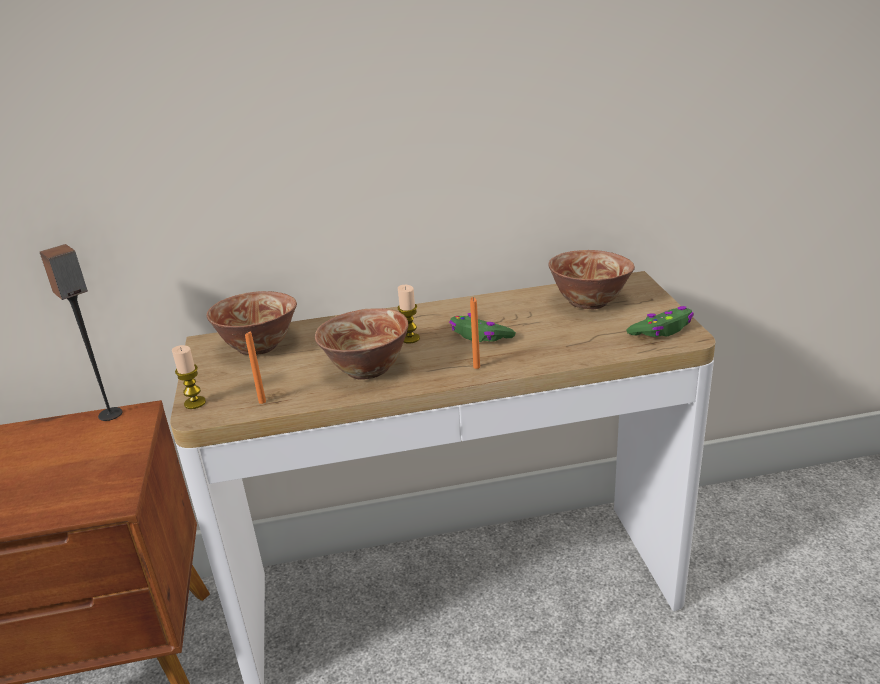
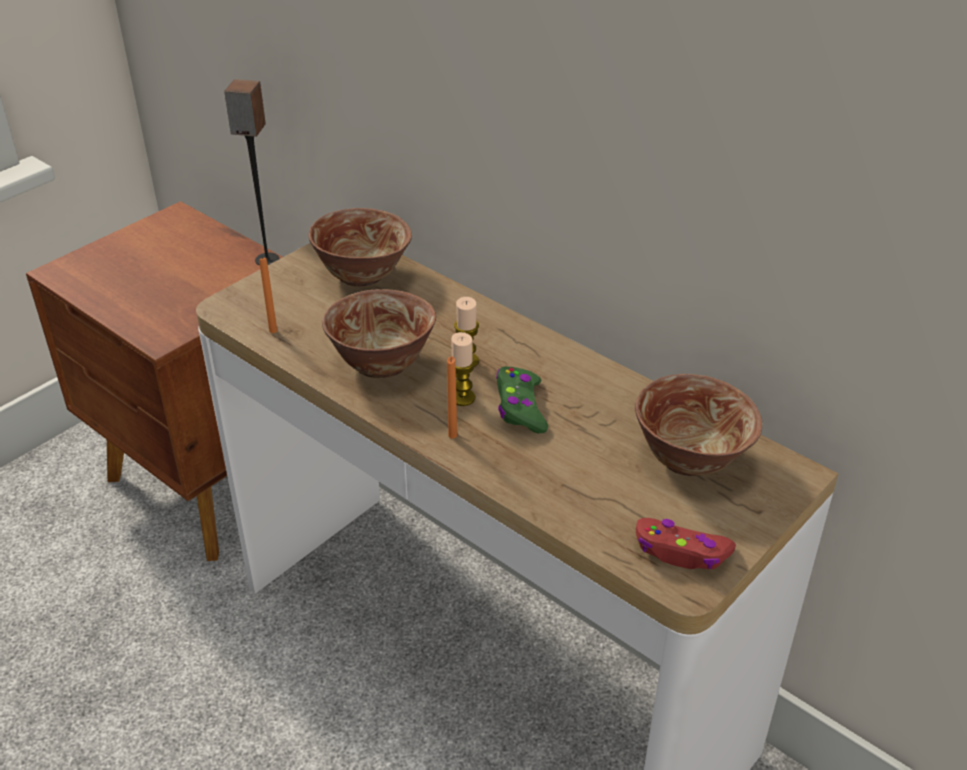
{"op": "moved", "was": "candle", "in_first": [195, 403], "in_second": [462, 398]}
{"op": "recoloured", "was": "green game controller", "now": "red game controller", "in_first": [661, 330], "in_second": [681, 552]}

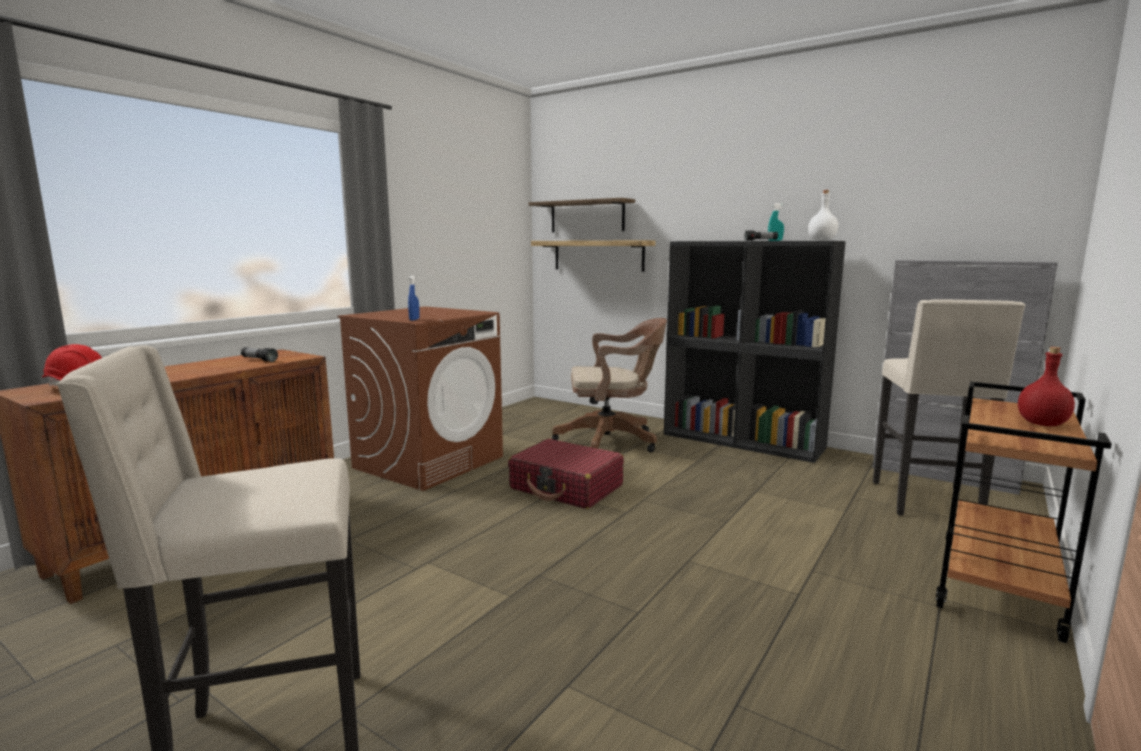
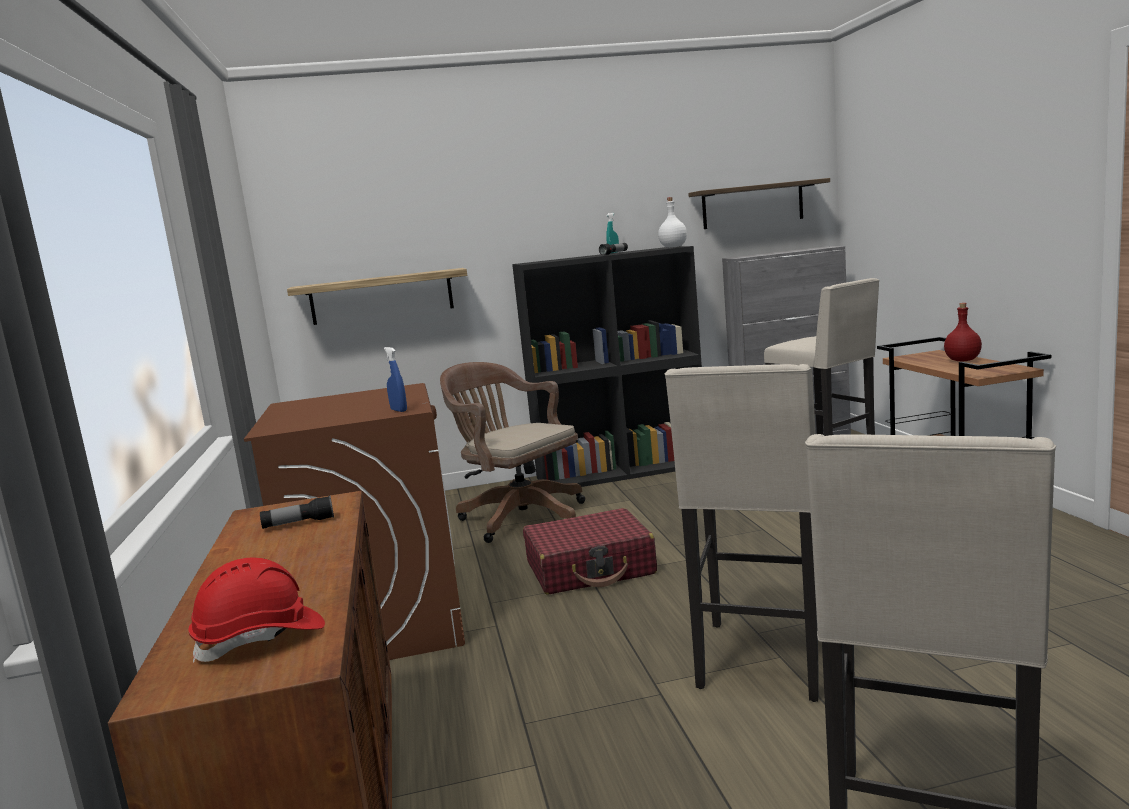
{"op": "added", "now": "beige stool", "in_second": [764, 662]}
{"op": "moved", "was": "shelf", "in_first": [587, 216], "in_second": [752, 205]}
{"op": "turned", "was": "brown office chair", "in_first": [612, 441], "in_second": [518, 517], "clockwise": -90}

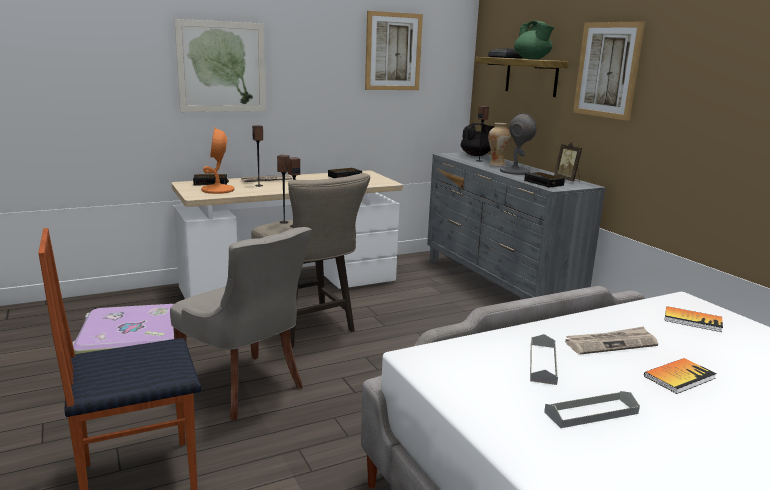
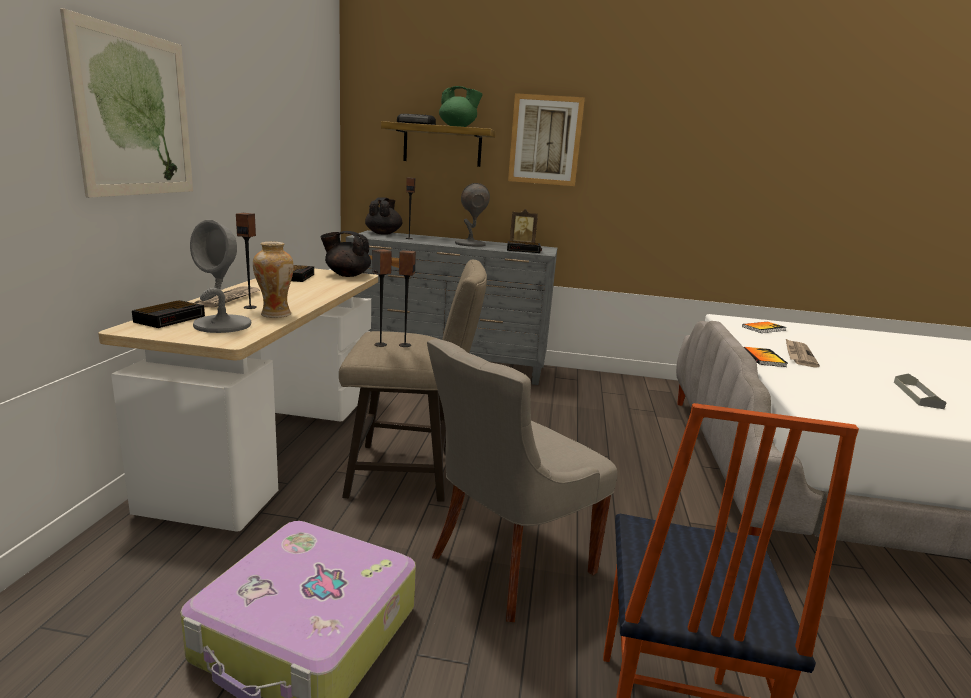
{"op": "removed", "was": "picture", "in_first": [393, 51]}
{"op": "removed", "was": "grey tray", "in_first": [543, 363]}
{"op": "added", "now": "black teapot", "in_second": [347, 275]}
{"op": "moved", "was": "vase", "in_first": [496, 165], "in_second": [275, 314]}
{"op": "moved", "was": "book", "in_first": [679, 377], "in_second": [763, 358]}
{"op": "recoloured", "was": "orange table lamp", "now": "grey table lamp", "in_first": [218, 190], "in_second": [223, 325]}
{"op": "turned", "was": "grey chair", "in_first": [245, 388], "in_second": [508, 564], "clockwise": 150}

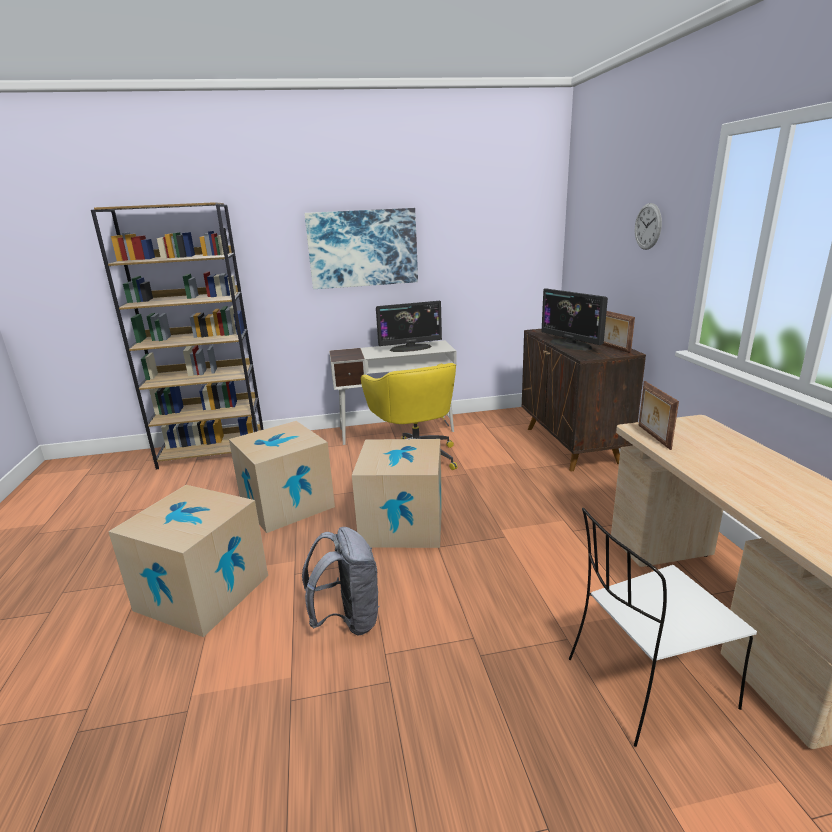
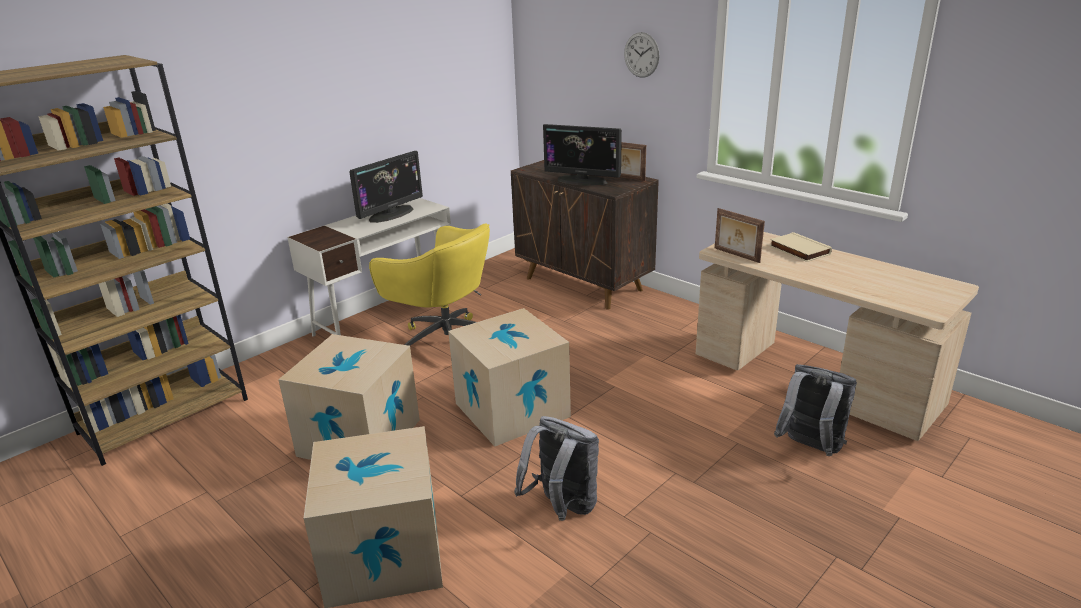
{"op": "removed", "was": "picture", "in_first": [363, 248]}
{"op": "added", "now": "beige book", "in_second": [798, 250]}
{"op": "replaced", "was": "white chair", "now": "grey backpack", "in_first": [646, 684], "in_second": [810, 448]}

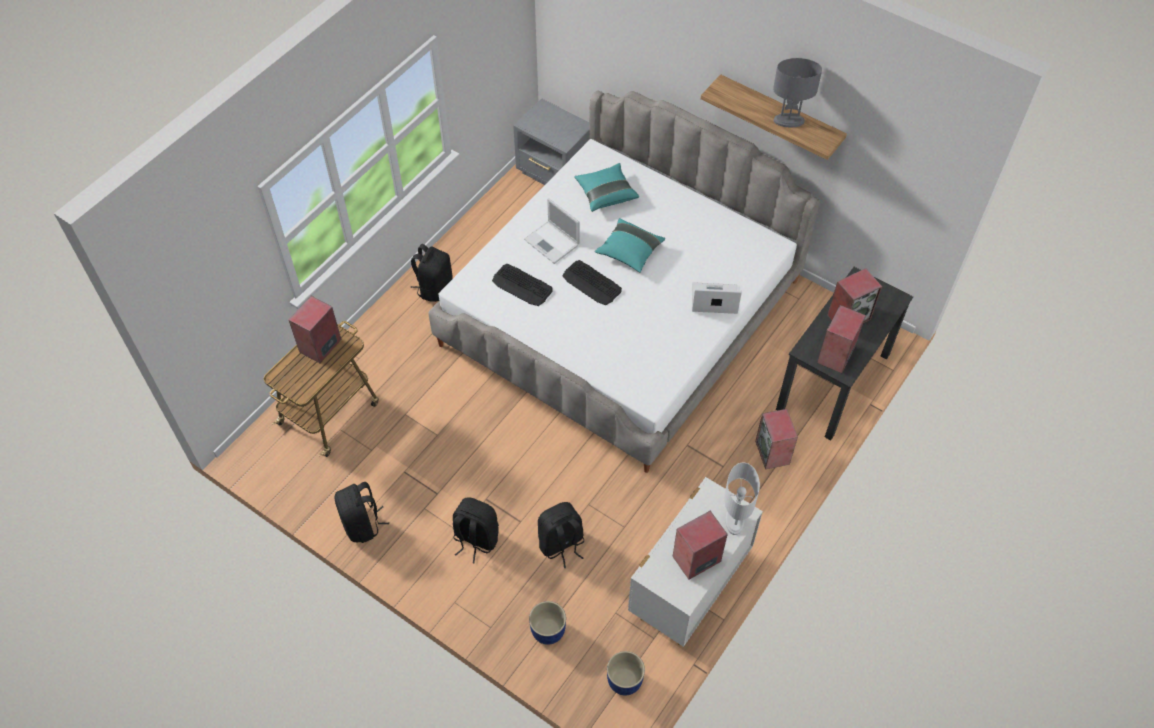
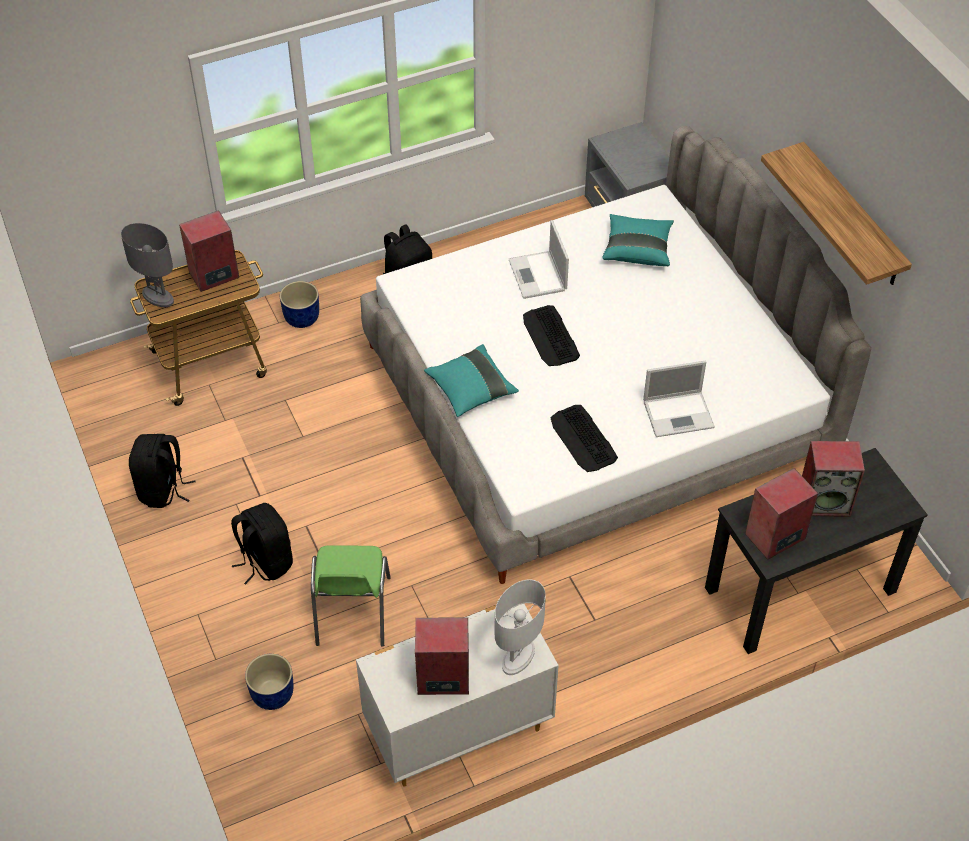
{"op": "removed", "was": "speaker", "in_first": [773, 453]}
{"op": "moved", "was": "keyboard", "in_first": [522, 285], "in_second": [583, 439]}
{"op": "moved", "was": "turquoise pillow", "in_first": [629, 252], "in_second": [471, 390]}
{"op": "moved", "was": "blue planter", "in_first": [624, 680], "in_second": [302, 317]}
{"op": "moved", "was": "grey table lamp", "in_first": [788, 121], "in_second": [157, 297]}
{"op": "replaced", "was": "black backpack", "now": "green chair", "in_first": [561, 544], "in_second": [351, 612]}
{"op": "turned", "was": "laptop", "in_first": [713, 299], "in_second": [679, 414], "clockwise": 135}

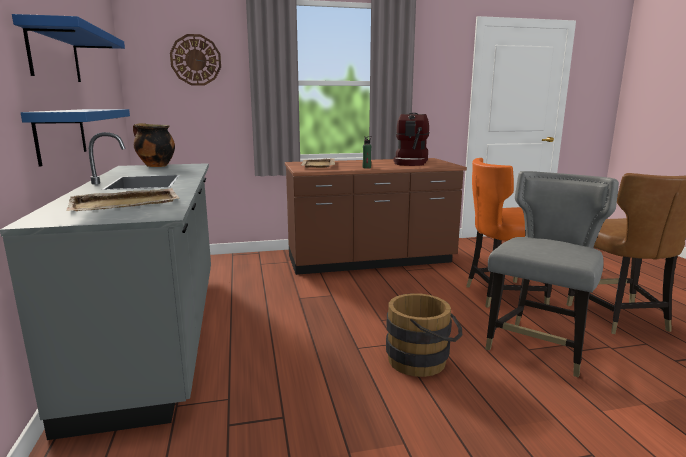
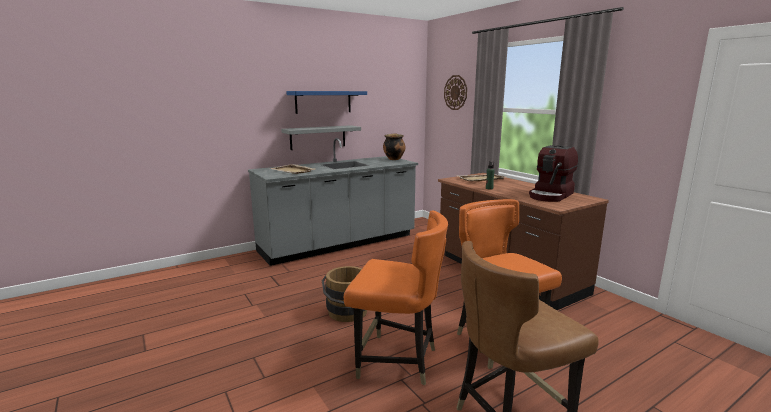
{"op": "recoloured", "was": "blue shelf", "now": "grey shelf", "in_first": [61, 134], "in_second": [318, 137]}
{"op": "recoloured", "was": "grey chair", "now": "orange chair", "in_first": [539, 347], "in_second": [397, 361]}
{"op": "turned", "was": "coffee machine", "in_first": [411, 162], "in_second": [551, 195], "clockwise": -45}

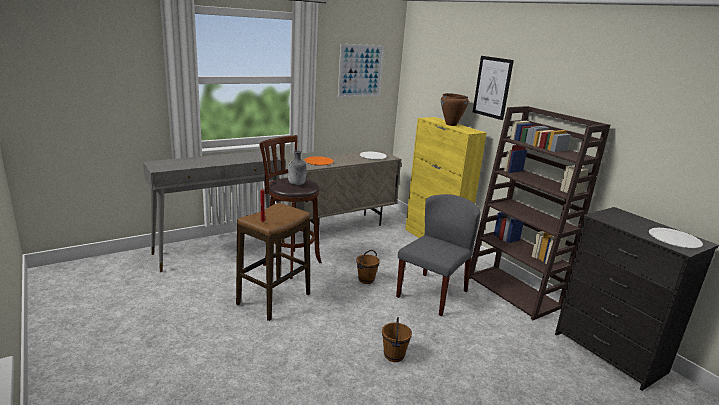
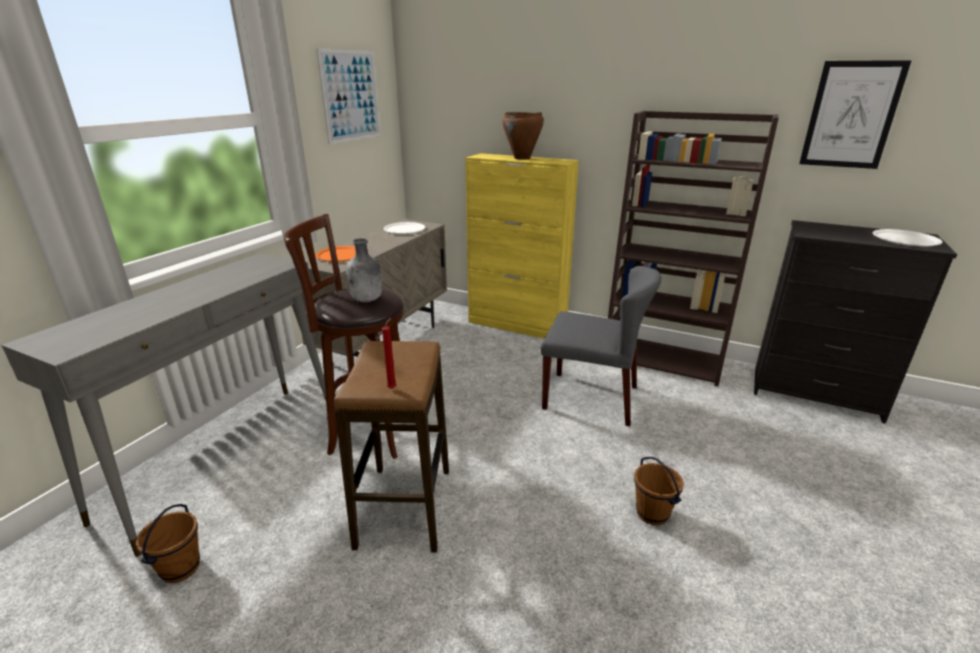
{"op": "moved", "was": "brown bucket", "in_first": [366, 280], "in_second": [181, 568]}
{"op": "moved", "was": "picture", "in_first": [492, 87], "in_second": [851, 115]}
{"op": "turned", "was": "grey chair", "in_first": [432, 293], "in_second": [591, 397], "clockwise": 105}

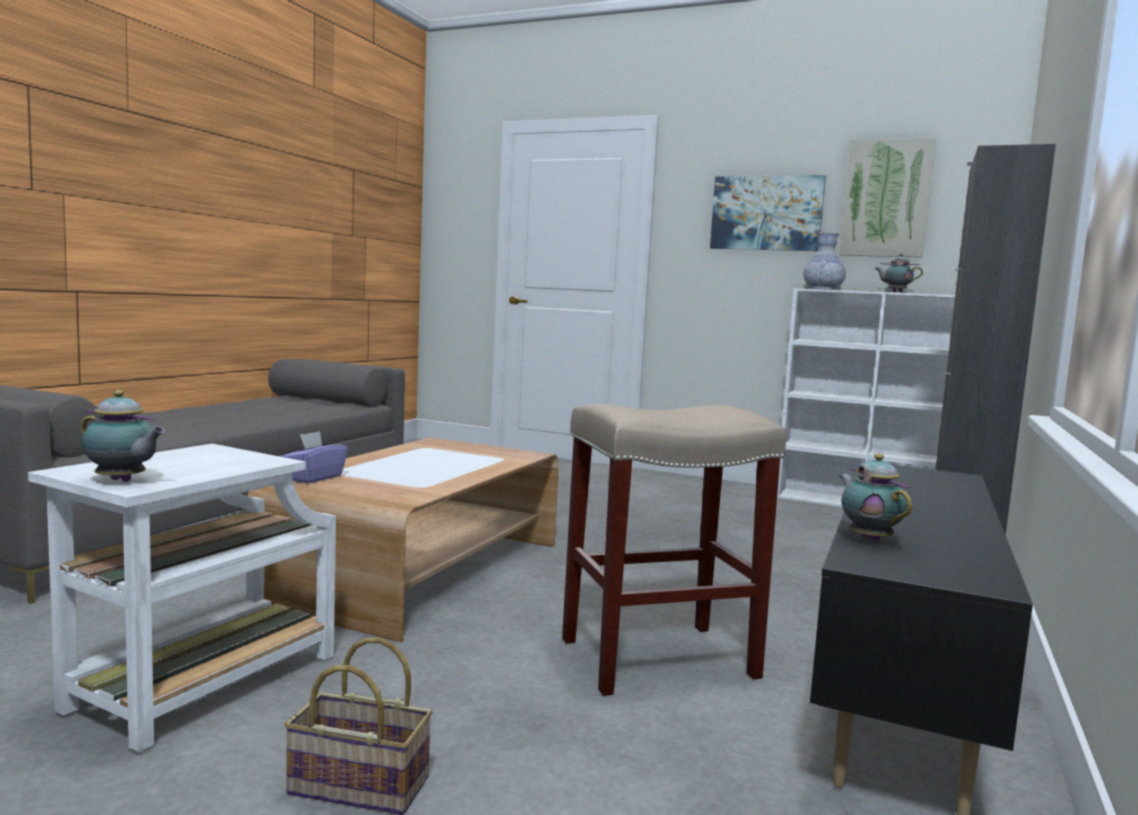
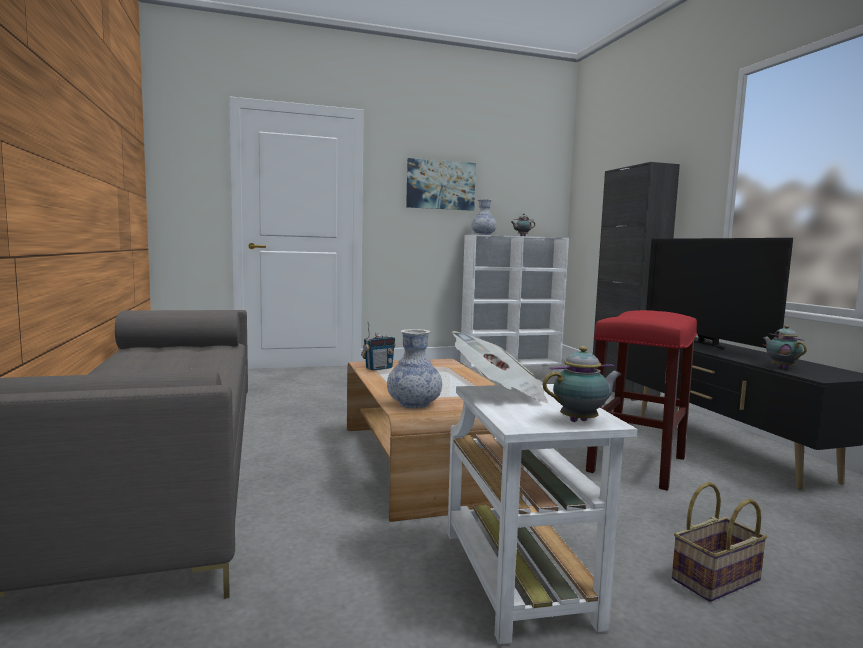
{"op": "removed", "was": "picture", "in_first": [886, 198]}
{"op": "added", "now": "radio", "in_second": [378, 368]}
{"op": "added", "now": "newspaper", "in_second": [500, 393]}
{"op": "added", "now": "television", "in_second": [705, 344]}
{"op": "replaced", "was": "purple tissue box", "now": "vase", "in_first": [313, 478], "in_second": [414, 404]}
{"op": "recoloured", "was": "beige stool", "now": "red stool", "in_first": [656, 659], "in_second": [637, 465]}
{"op": "turned", "was": "teapot", "in_first": [868, 538], "in_second": [781, 367], "clockwise": 45}

